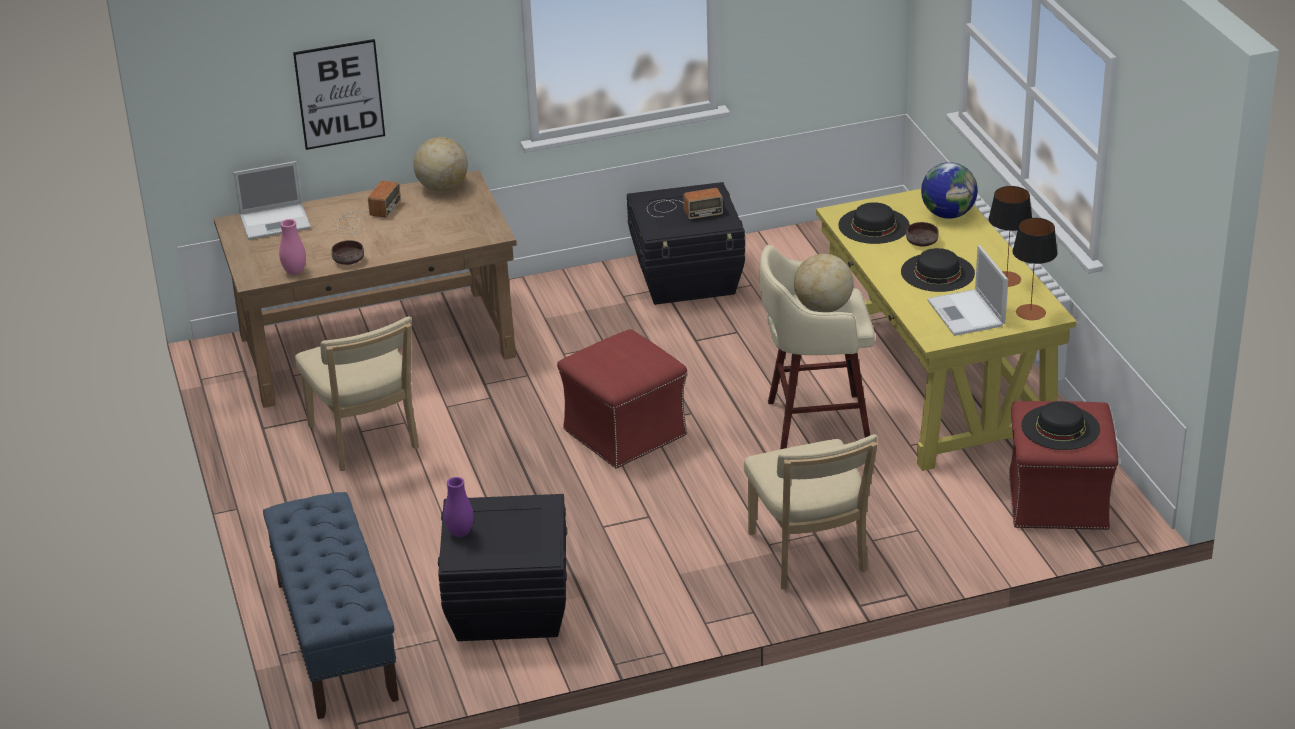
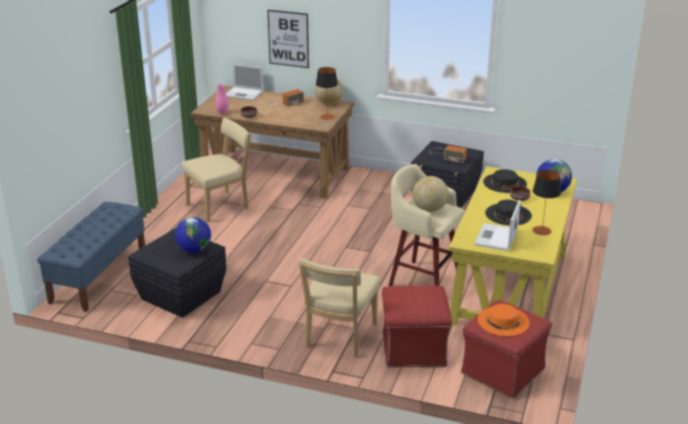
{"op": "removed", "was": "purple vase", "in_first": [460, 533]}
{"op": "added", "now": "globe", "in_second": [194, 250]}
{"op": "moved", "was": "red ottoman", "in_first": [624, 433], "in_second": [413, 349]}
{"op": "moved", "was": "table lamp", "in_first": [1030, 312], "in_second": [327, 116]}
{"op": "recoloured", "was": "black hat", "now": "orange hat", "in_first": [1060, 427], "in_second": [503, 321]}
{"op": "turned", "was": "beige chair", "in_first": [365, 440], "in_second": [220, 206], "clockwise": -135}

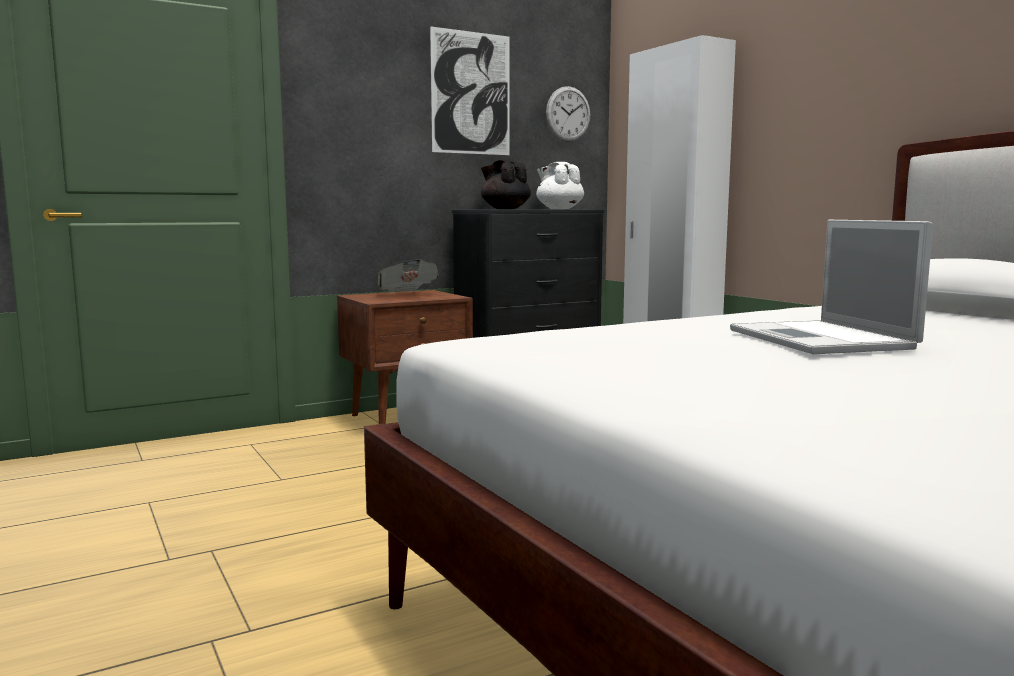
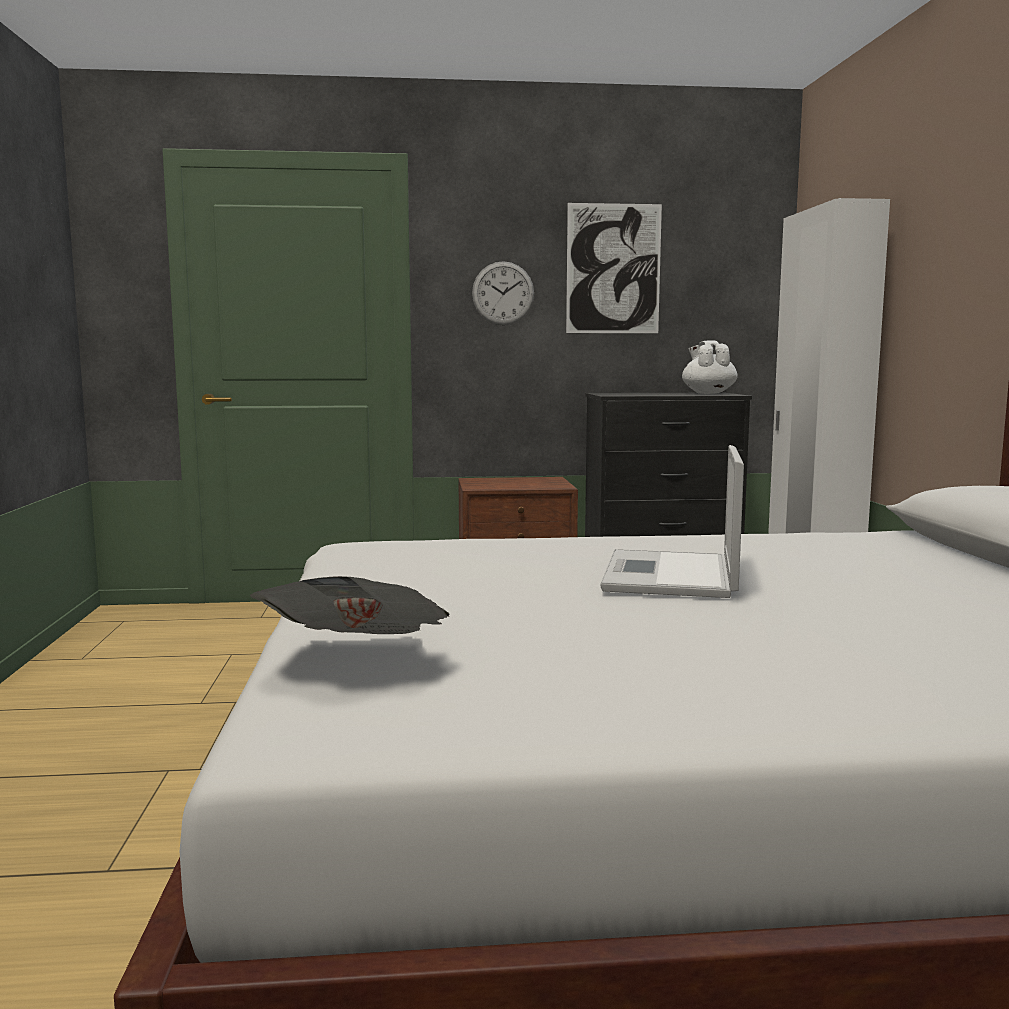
{"op": "removed", "was": "black teapot", "in_first": [505, 209]}
{"op": "moved", "was": "newspaper", "in_first": [408, 294], "in_second": [359, 661]}
{"op": "moved", "was": "wall clock", "in_first": [568, 114], "in_second": [503, 293]}

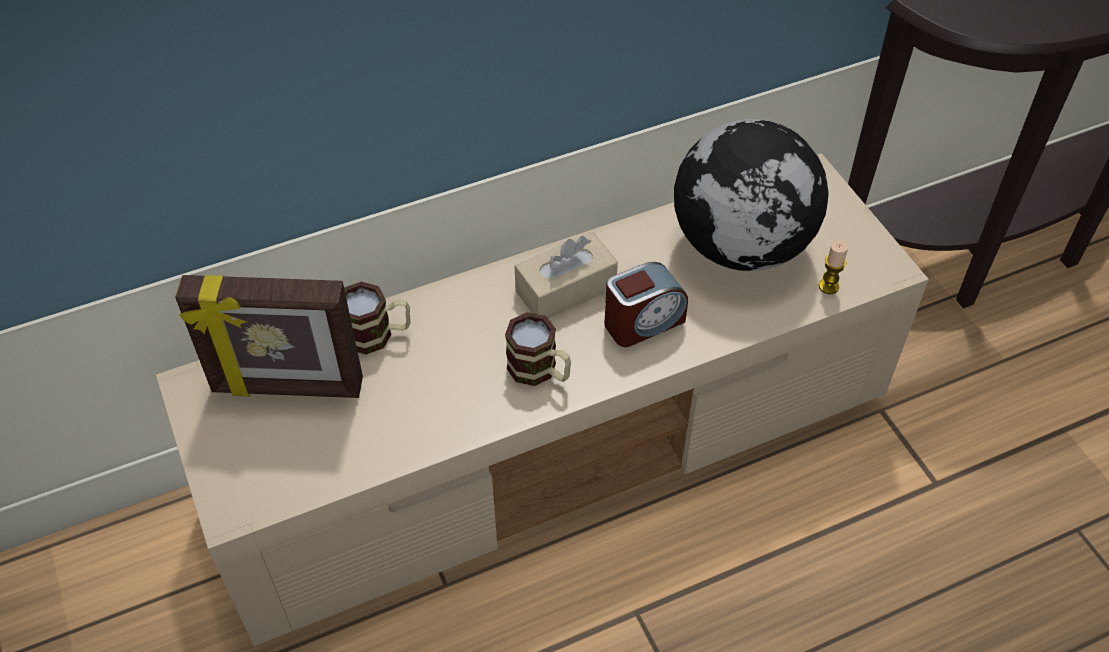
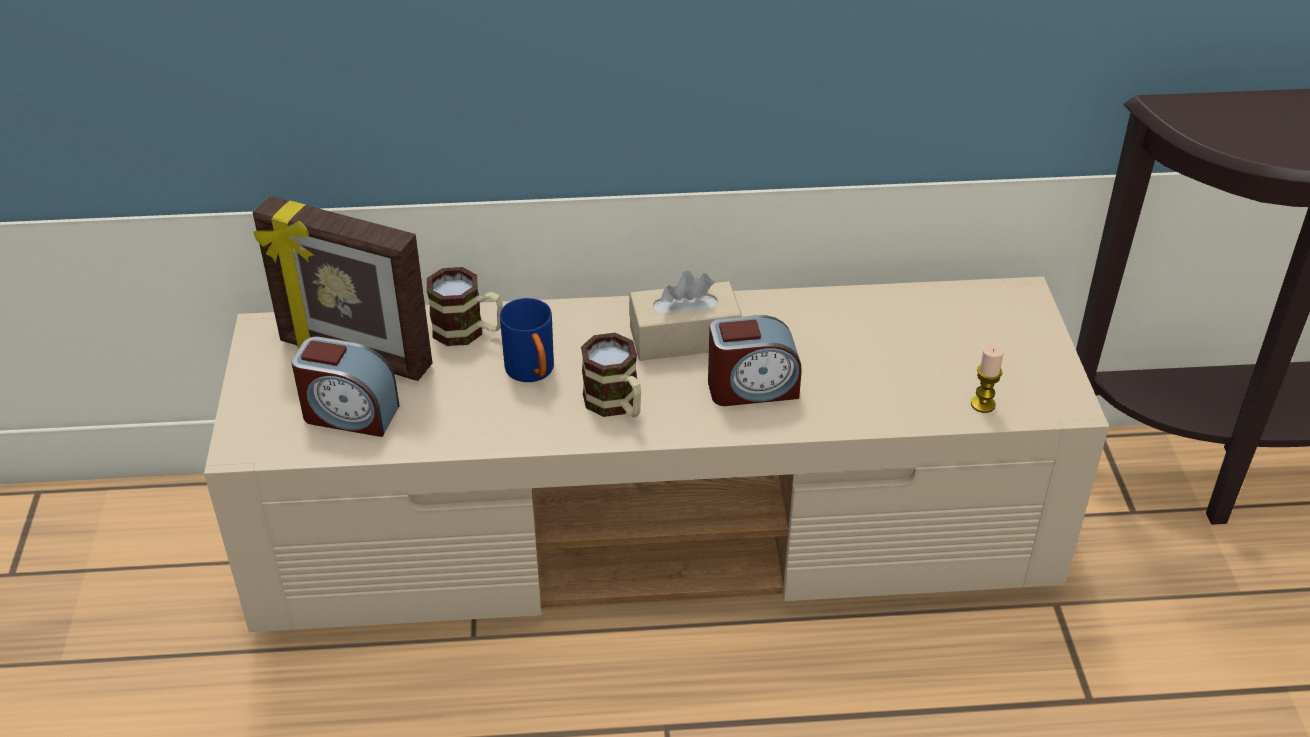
{"op": "removed", "was": "globe", "in_first": [742, 246]}
{"op": "added", "now": "alarm clock", "in_second": [349, 414]}
{"op": "added", "now": "blue mug", "in_second": [533, 373]}

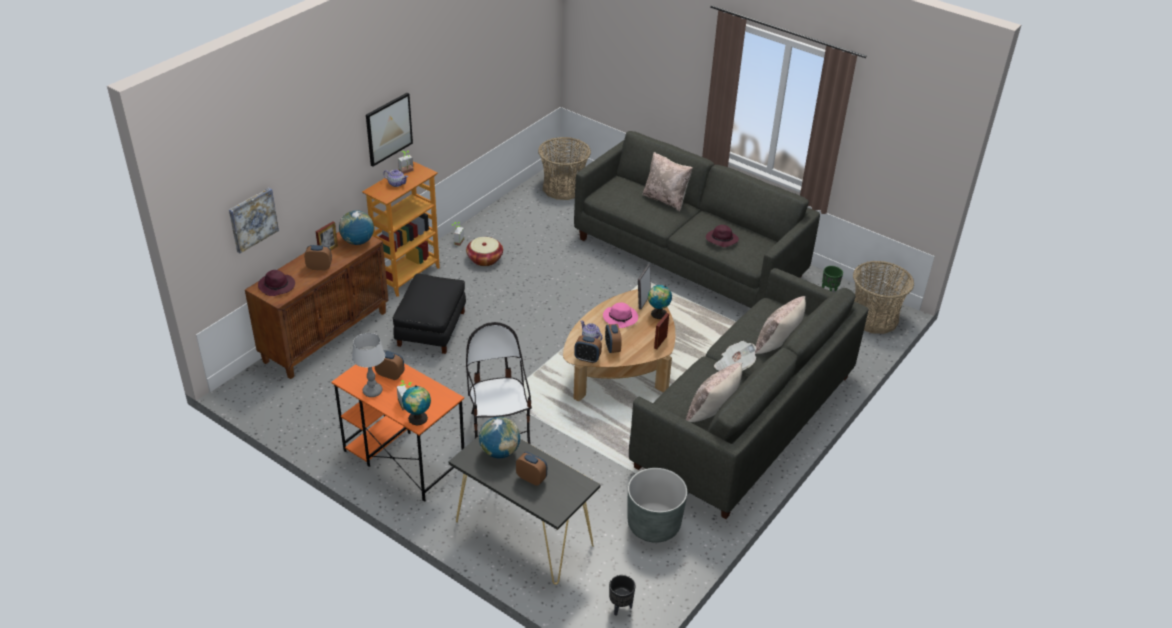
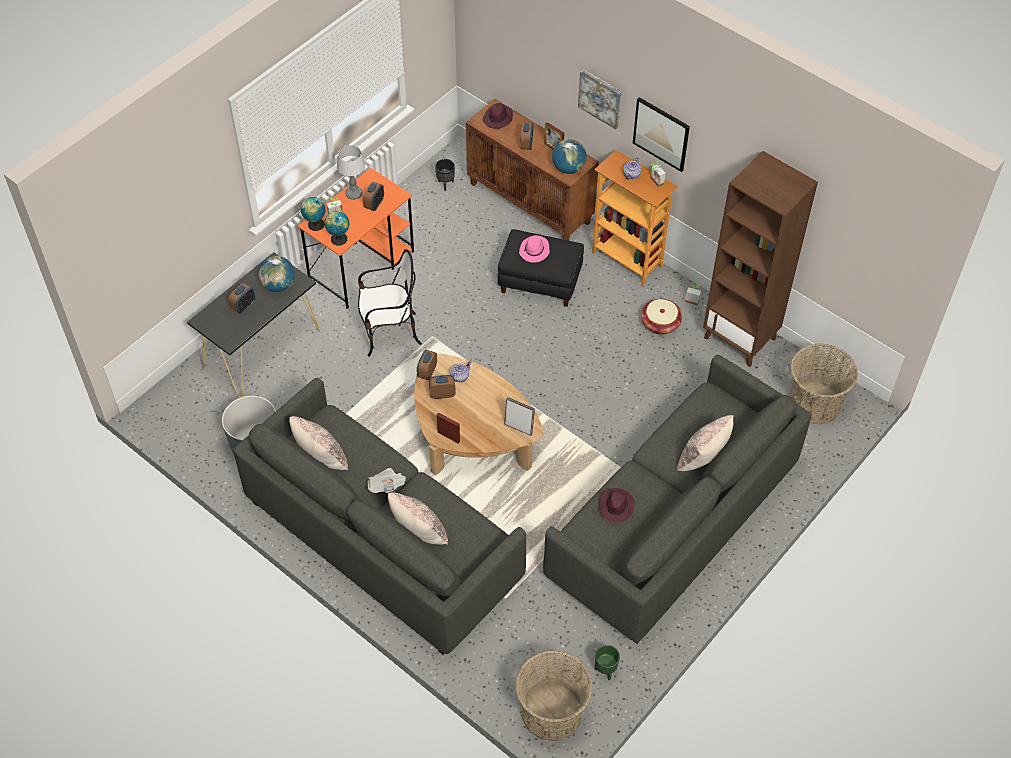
{"op": "added", "now": "brown bookcase", "in_second": [740, 338]}
{"op": "moved", "was": "picture", "in_first": [252, 219], "in_second": [600, 98]}
{"op": "moved", "was": "pink hat", "in_first": [621, 318], "in_second": [534, 251]}
{"op": "moved", "was": "black planter", "in_first": [621, 607], "in_second": [445, 184]}
{"op": "moved", "was": "globe", "in_first": [658, 314], "in_second": [338, 238]}

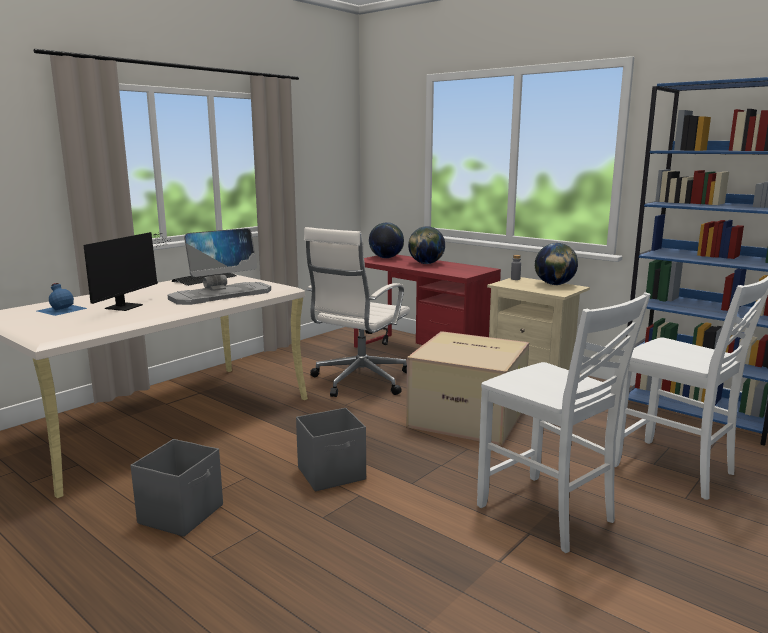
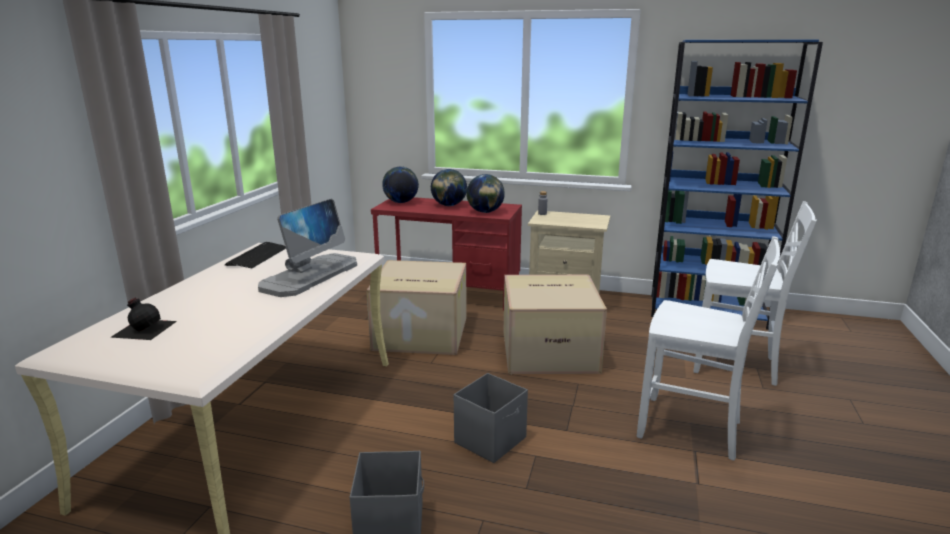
{"op": "removed", "was": "monitor", "in_first": [128, 306]}
{"op": "moved", "was": "globe", "in_first": [554, 284], "in_second": [485, 212]}
{"op": "replaced", "was": "white office chair", "now": "cardboard box", "in_first": [359, 381], "in_second": [419, 334]}
{"op": "recoloured", "was": "blue bottle", "now": "black bottle", "in_first": [62, 309], "in_second": [144, 328]}

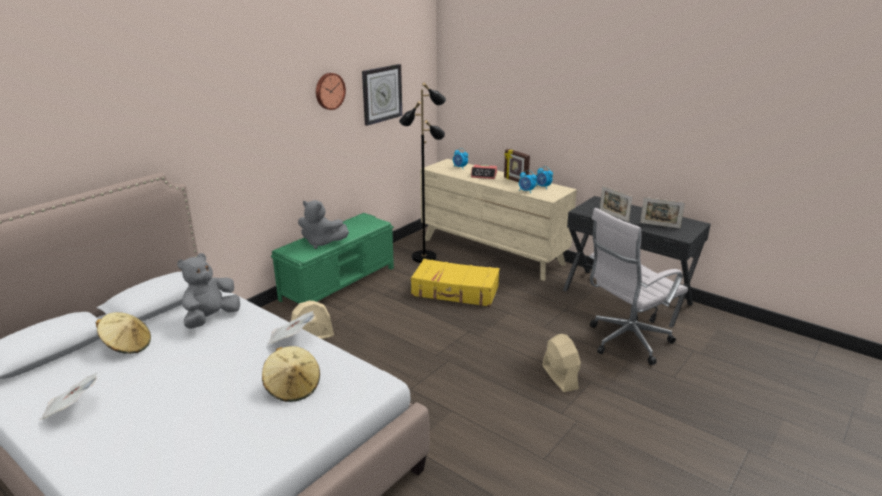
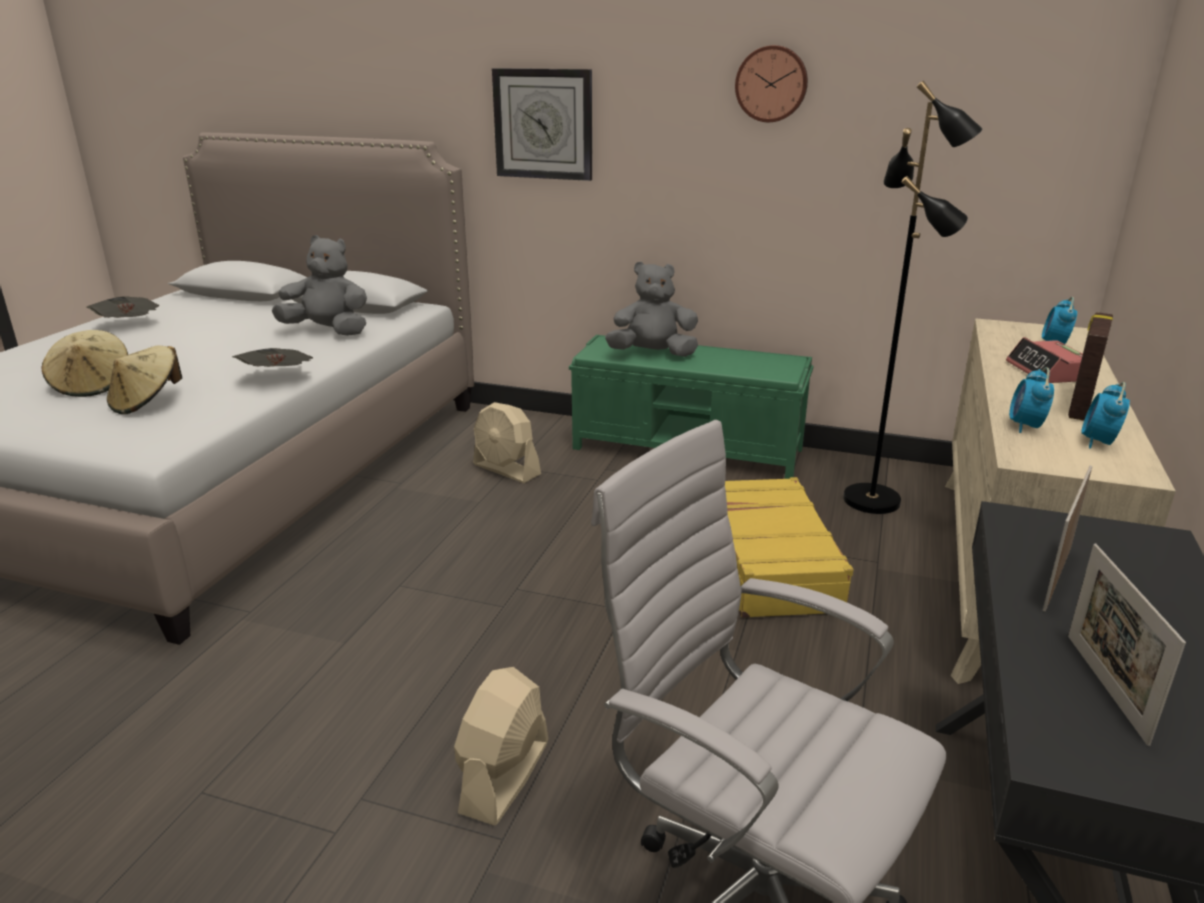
{"op": "moved", "was": "beige hat", "in_first": [127, 346], "in_second": [92, 386]}
{"op": "moved", "was": "wall clock", "in_first": [381, 94], "in_second": [543, 124]}
{"op": "turned", "was": "grey plush toy", "in_first": [321, 243], "in_second": [652, 354], "clockwise": 90}
{"op": "turned", "was": "beige fan", "in_first": [559, 377], "in_second": [504, 777], "clockwise": 150}

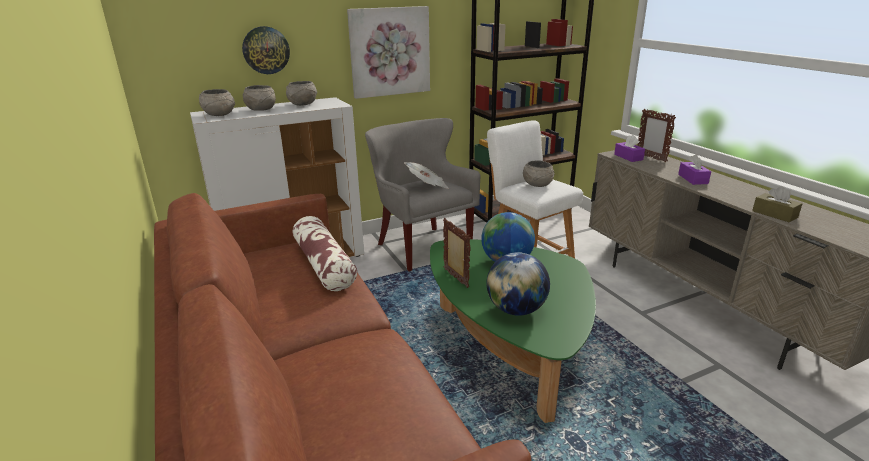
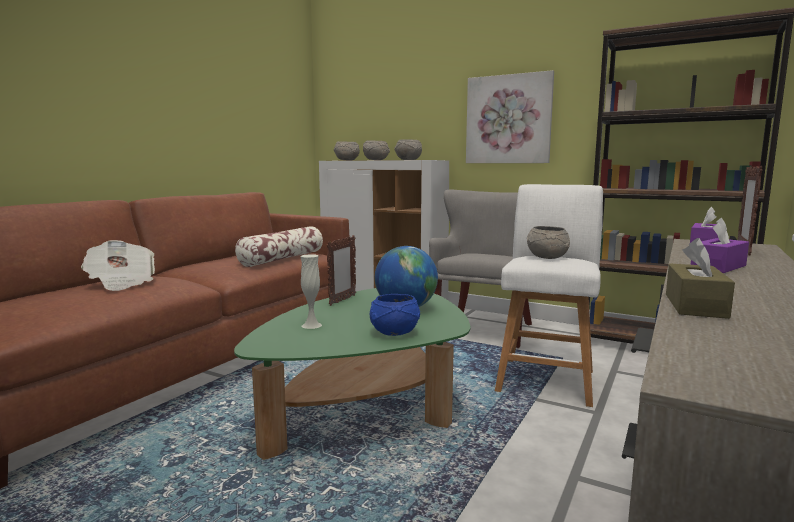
{"op": "removed", "was": "wall clock", "in_first": [266, 50]}
{"op": "added", "now": "blue bowl", "in_second": [394, 333]}
{"op": "moved", "was": "newspaper", "in_first": [427, 186], "in_second": [121, 283]}
{"op": "replaced", "was": "globe", "now": "white vase", "in_first": [516, 310], "in_second": [311, 325]}

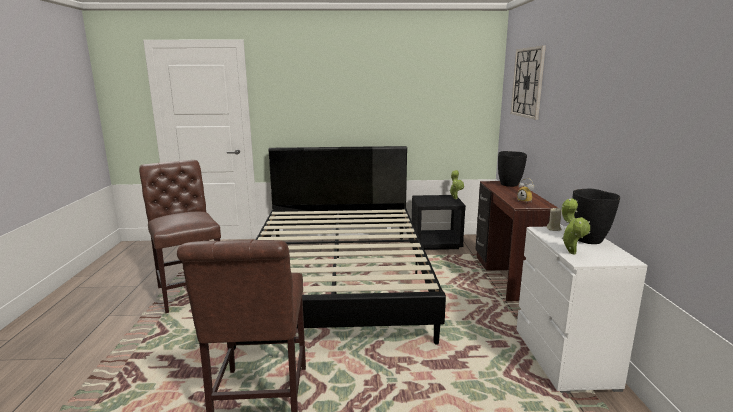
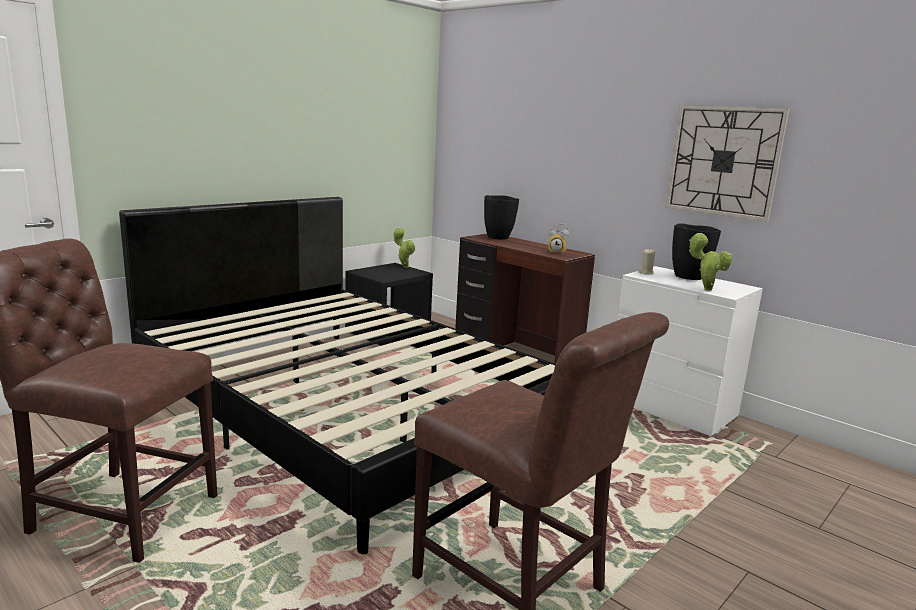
{"op": "moved", "was": "wall clock", "in_first": [528, 82], "in_second": [723, 161]}

